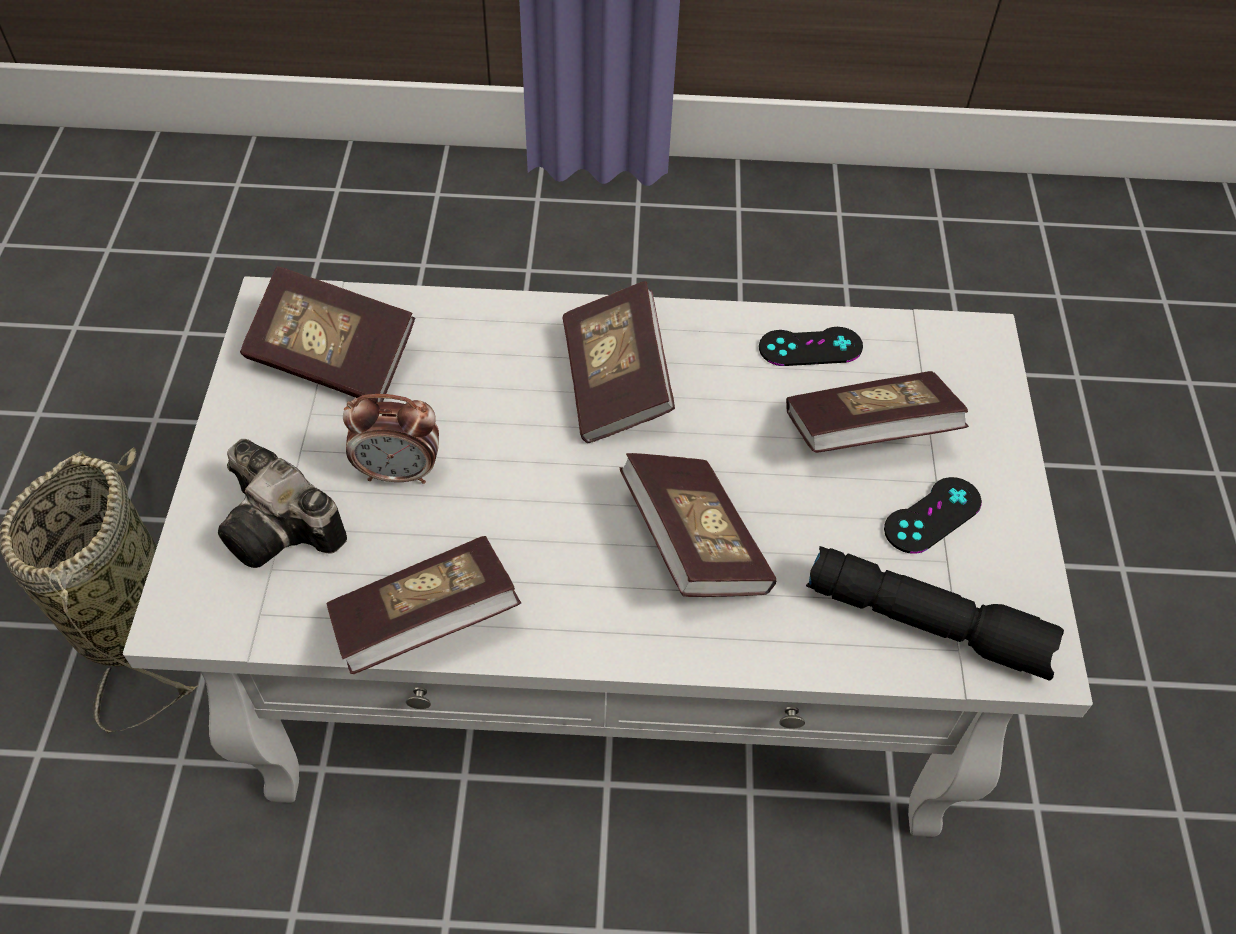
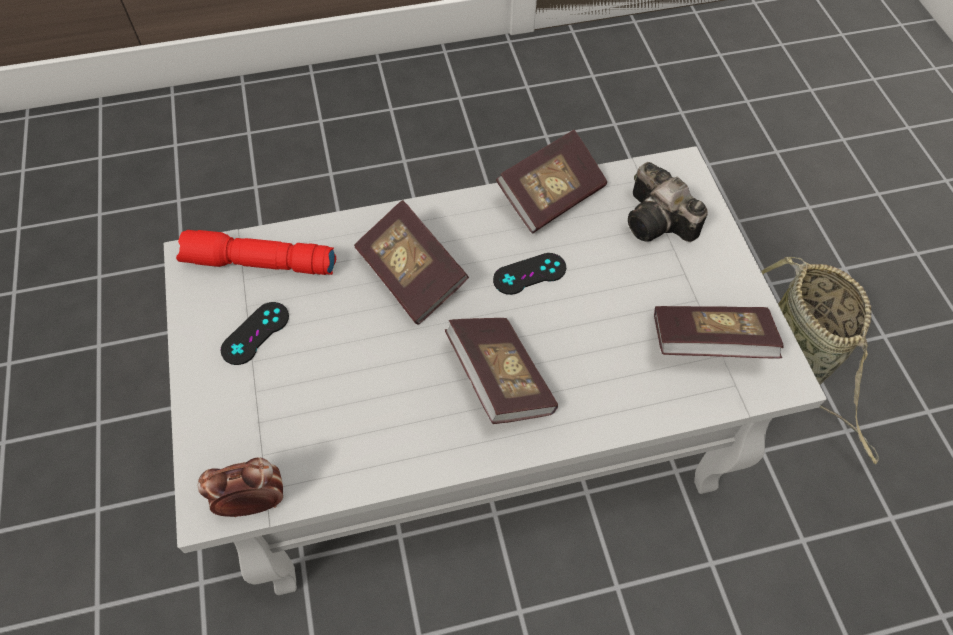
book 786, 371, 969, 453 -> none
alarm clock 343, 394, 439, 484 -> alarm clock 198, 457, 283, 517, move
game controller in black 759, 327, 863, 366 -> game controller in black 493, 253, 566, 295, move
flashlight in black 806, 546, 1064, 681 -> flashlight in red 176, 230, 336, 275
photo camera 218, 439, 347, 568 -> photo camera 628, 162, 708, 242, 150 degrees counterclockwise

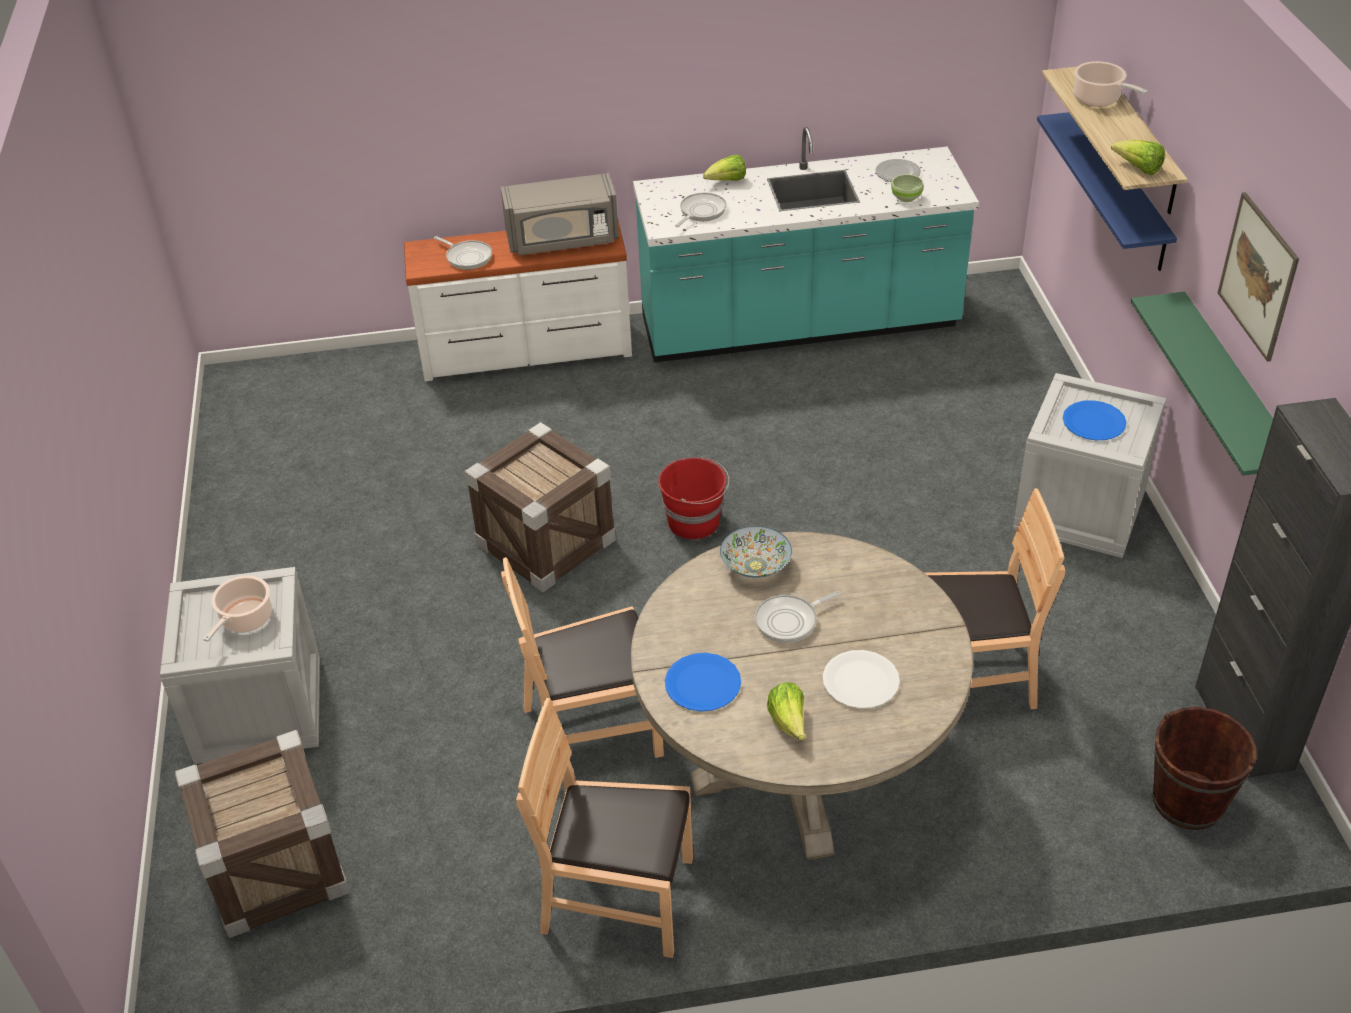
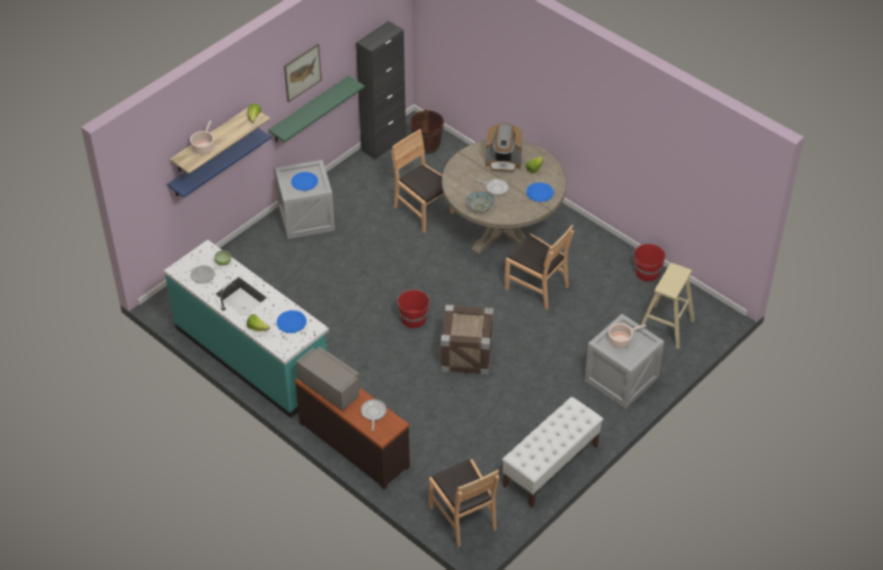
none -> bench in white 502, 397, 603, 508
none -> bucket in red 633, 243, 665, 282
chair in brown 516, 698, 693, 958 -> chair in brown 429, 459, 499, 547, move
crate 175, 730, 350, 938 -> stool in beige 640, 263, 695, 349
frying pan 675, 193, 727, 227 -> plate in blue 276, 310, 307, 333
plate in white 823, 650, 900, 709 -> coffee machine 486, 123, 523, 173
dresser in white 404, 221, 632, 381 -> dresser in brown 295, 378, 410, 489

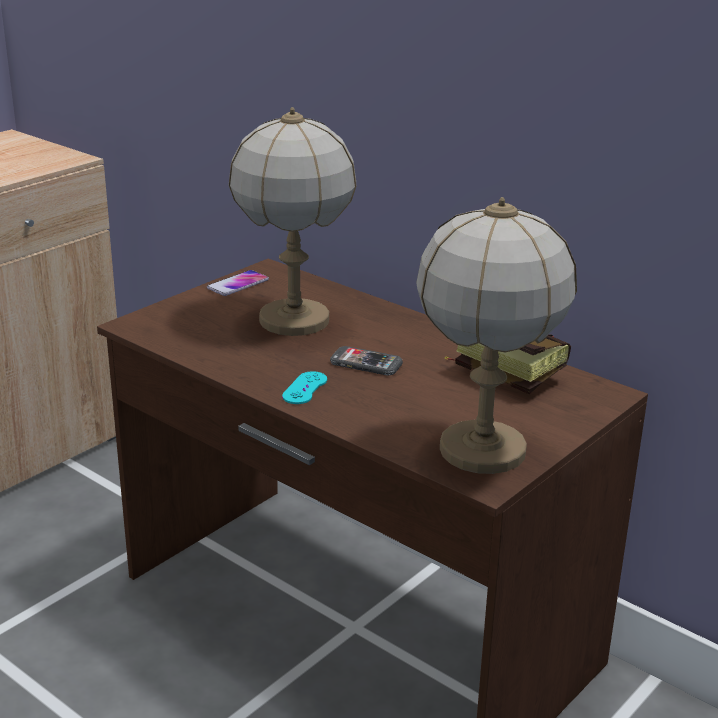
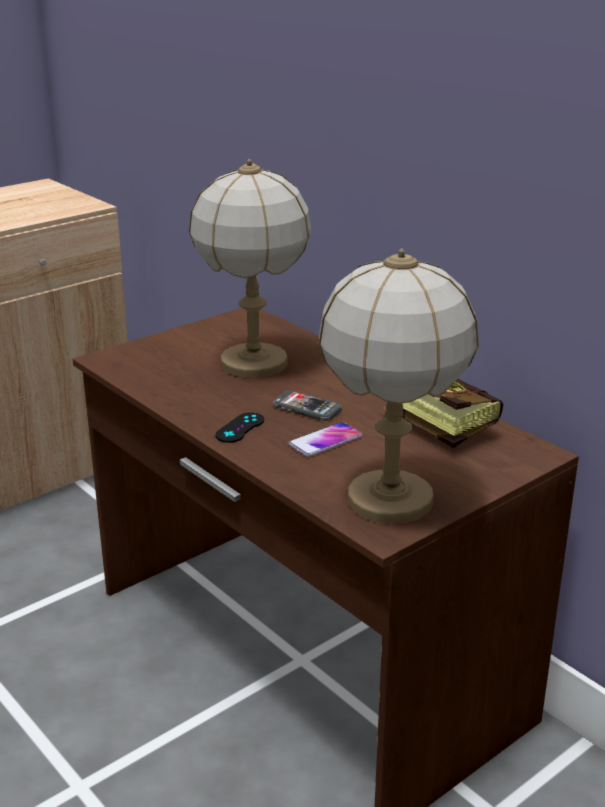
phone 207, 270, 269, 296 -> phone 288, 422, 362, 457, move
game controller in turquoise 282, 371, 327, 404 -> game controller in black 215, 412, 264, 443

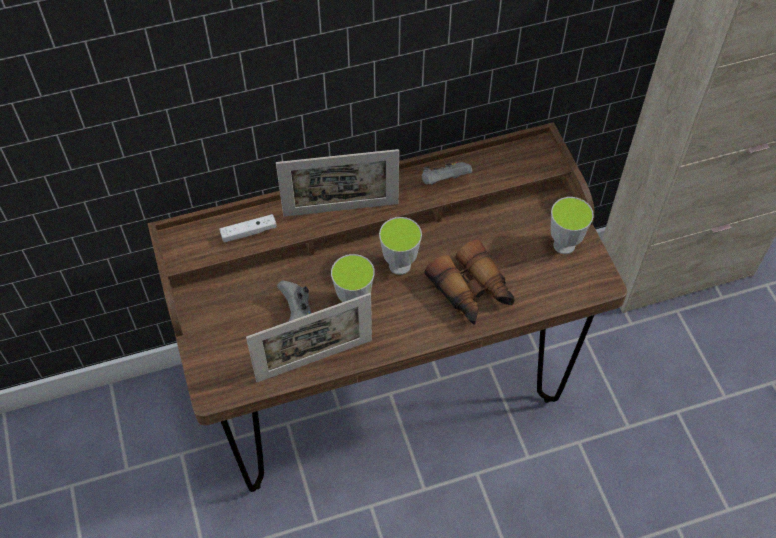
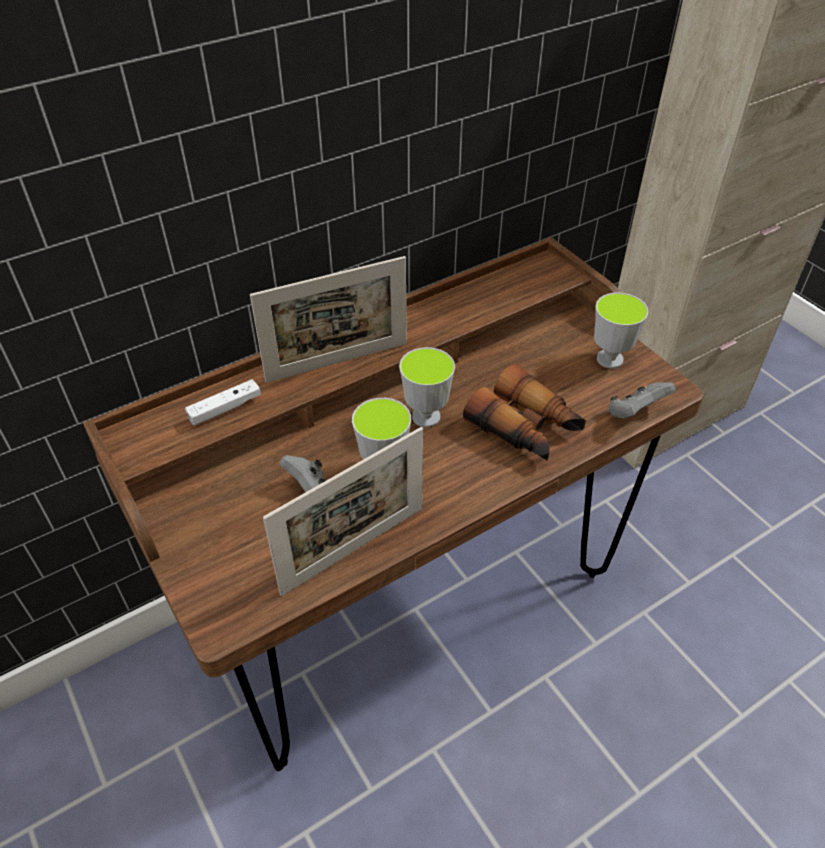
game controller in grey 422, 162, 472, 185 -> game controller in grey 608, 382, 676, 419, move

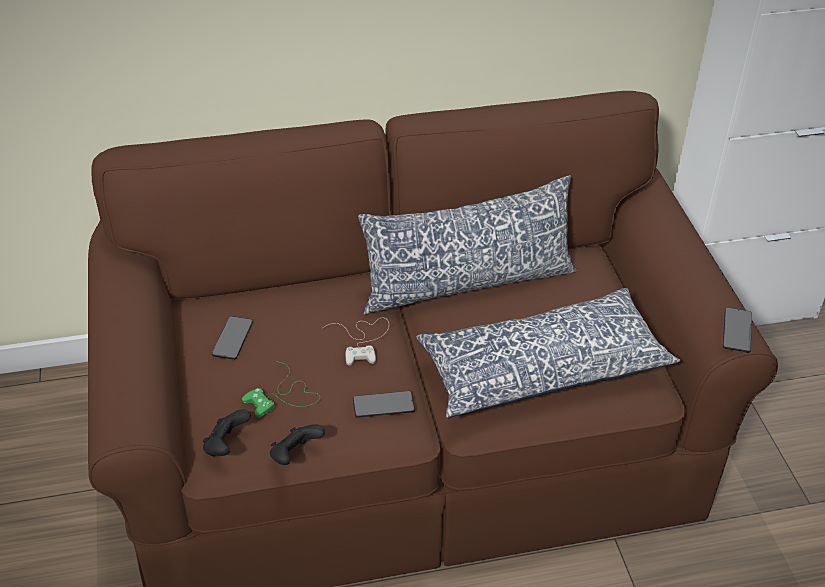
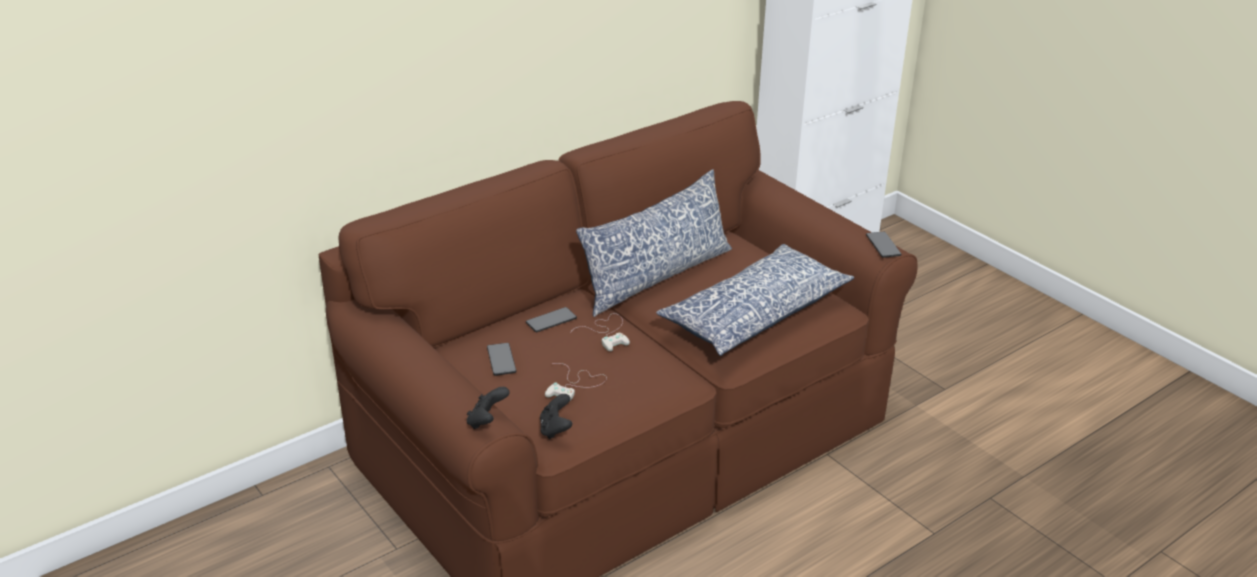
game controller in black 270, 424, 325, 465 -> game controller in black 467, 387, 510, 429, move
phone 353, 391, 415, 418 -> phone 526, 307, 577, 332, move
game controller in green 242, 361, 320, 417 -> game controller in white 545, 363, 607, 403

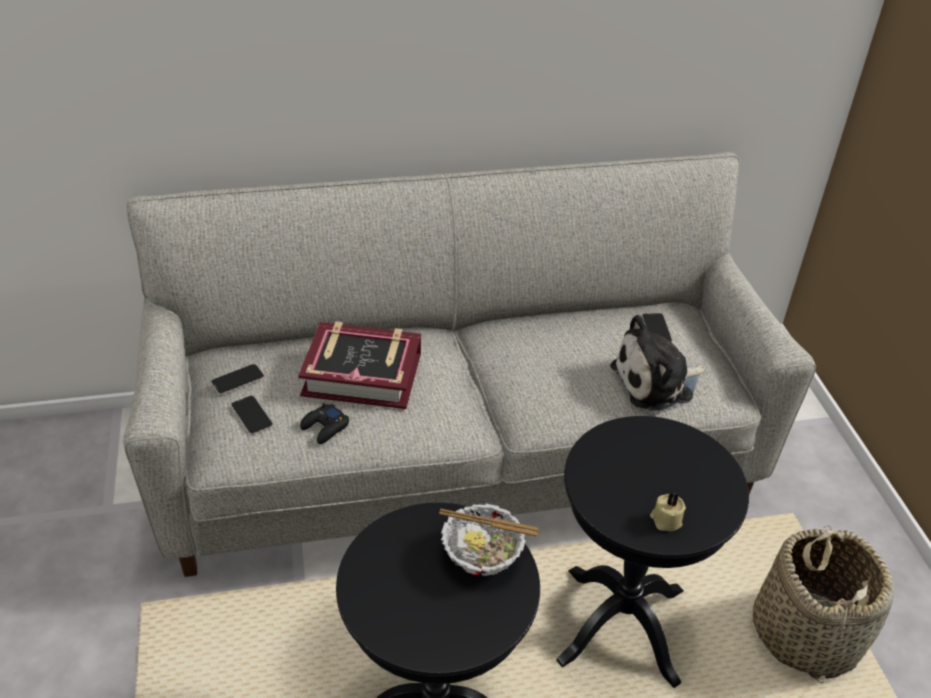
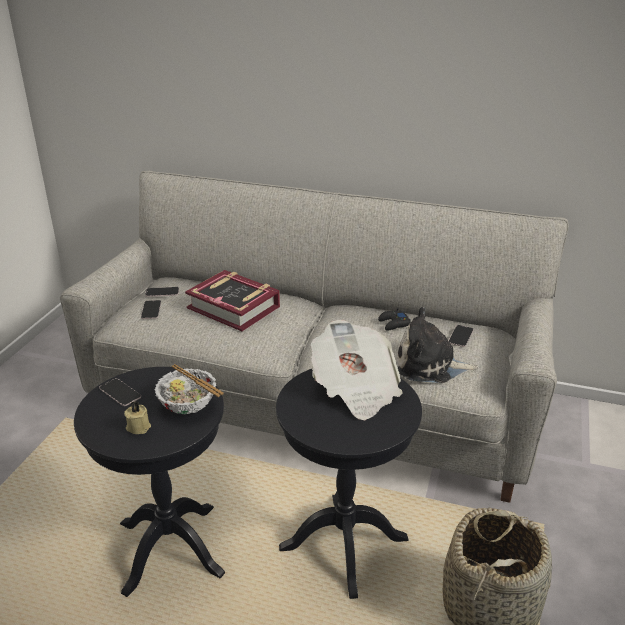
none -> phone 99, 378, 141, 406
none -> newspaper 311, 320, 403, 420
game controller in black 300, 403, 349, 444 -> game controller in black 378, 308, 411, 331, move
candle in beige 650, 493, 686, 531 -> candle in beige 124, 401, 151, 434, move

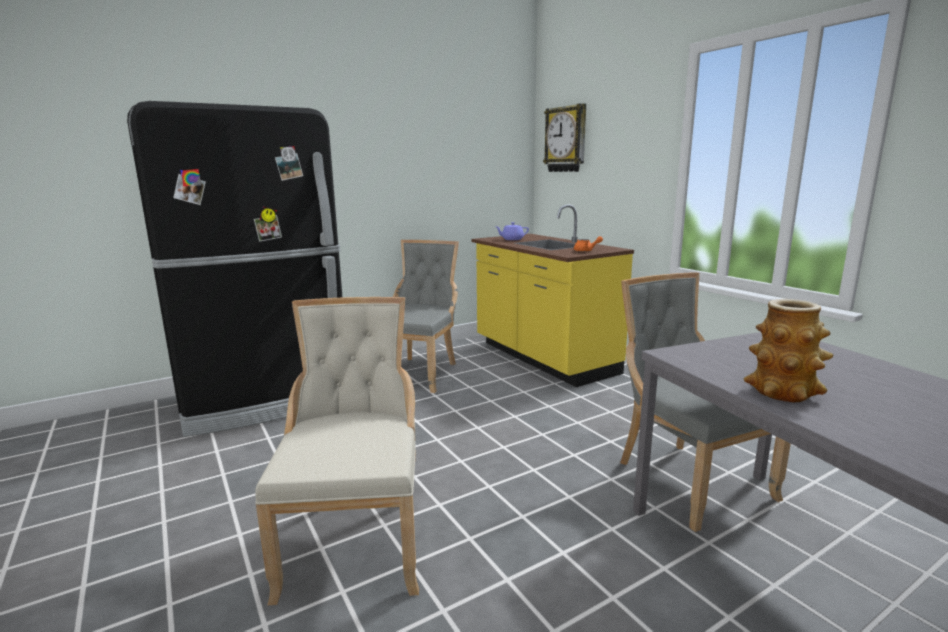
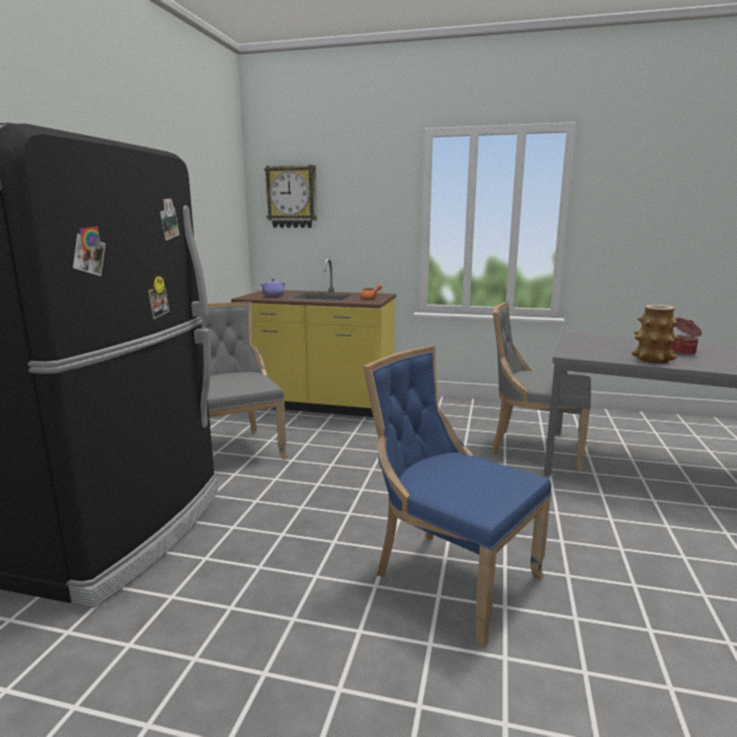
none -> cooking pot 671, 318, 702, 355
chair in beige 255, 297, 419, 605 -> chair in blue 363, 346, 552, 648

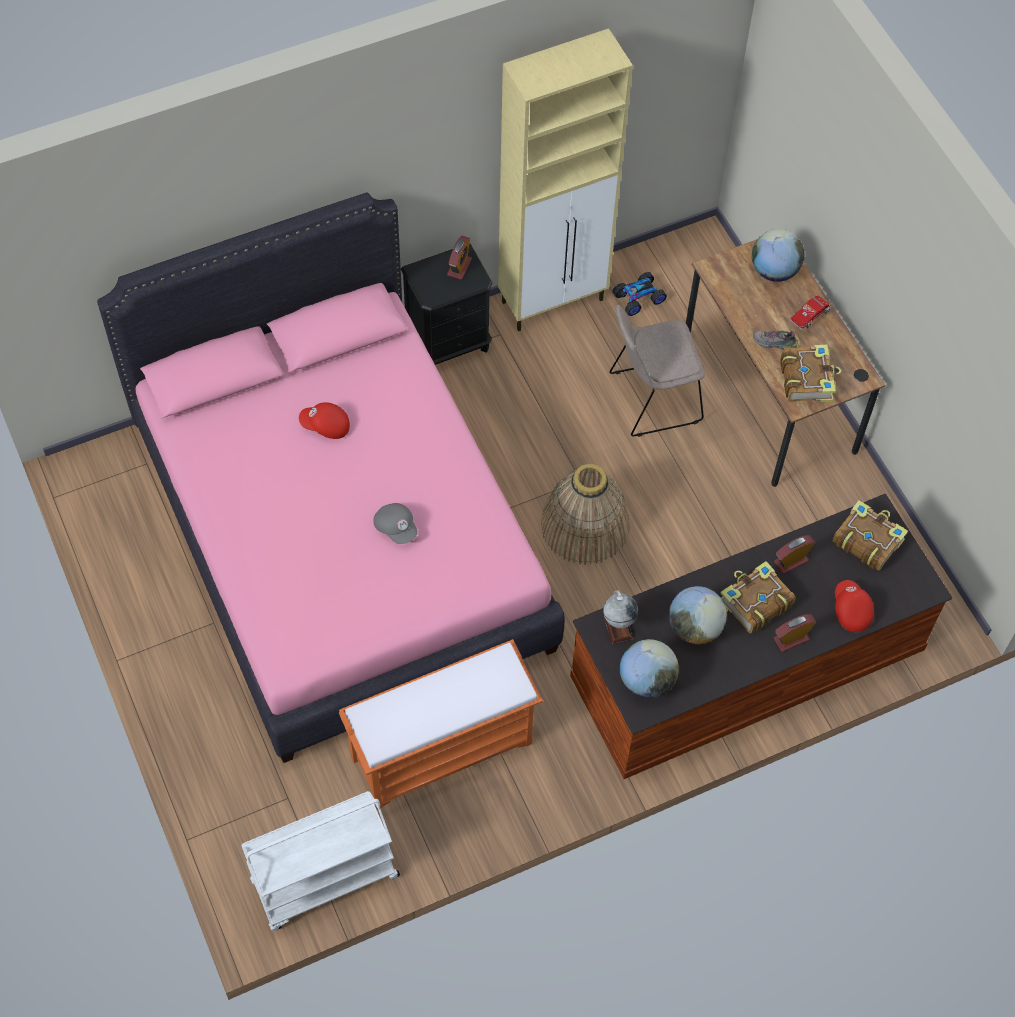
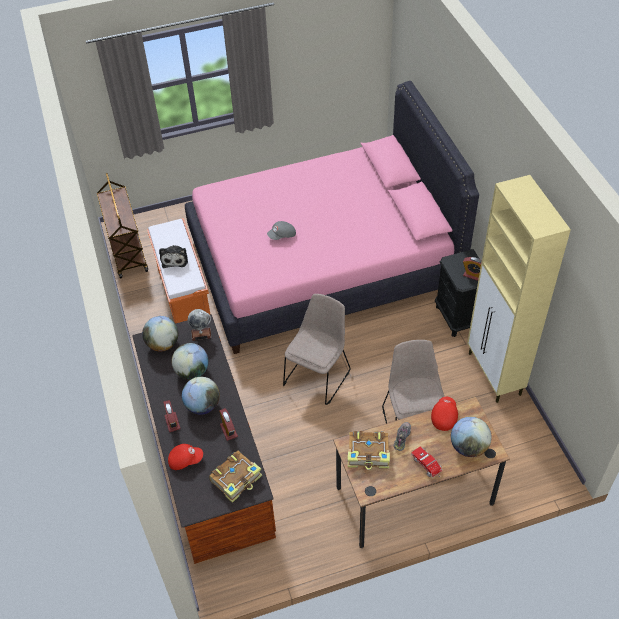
toy car 613, 272, 667, 316 -> none
none -> plush toy 159, 245, 188, 268
cap in red 299, 402, 350, 439 -> cap in red 431, 397, 458, 431, move
basket 541, 464, 630, 565 -> chair in beige 283, 294, 351, 405
book 720, 561, 795, 633 -> globe 182, 377, 220, 415
cart in white 241, 791, 400, 931 -> cart in brown 97, 173, 148, 279

